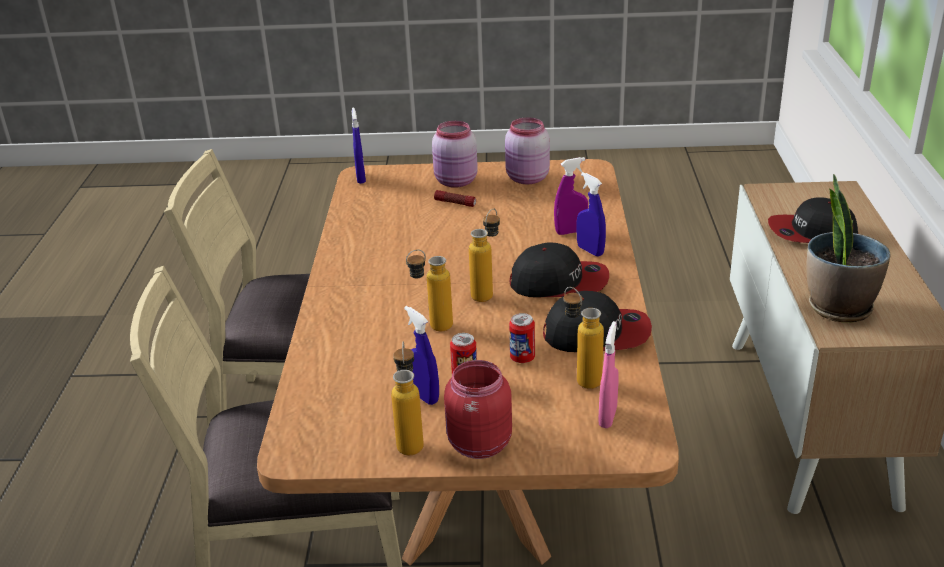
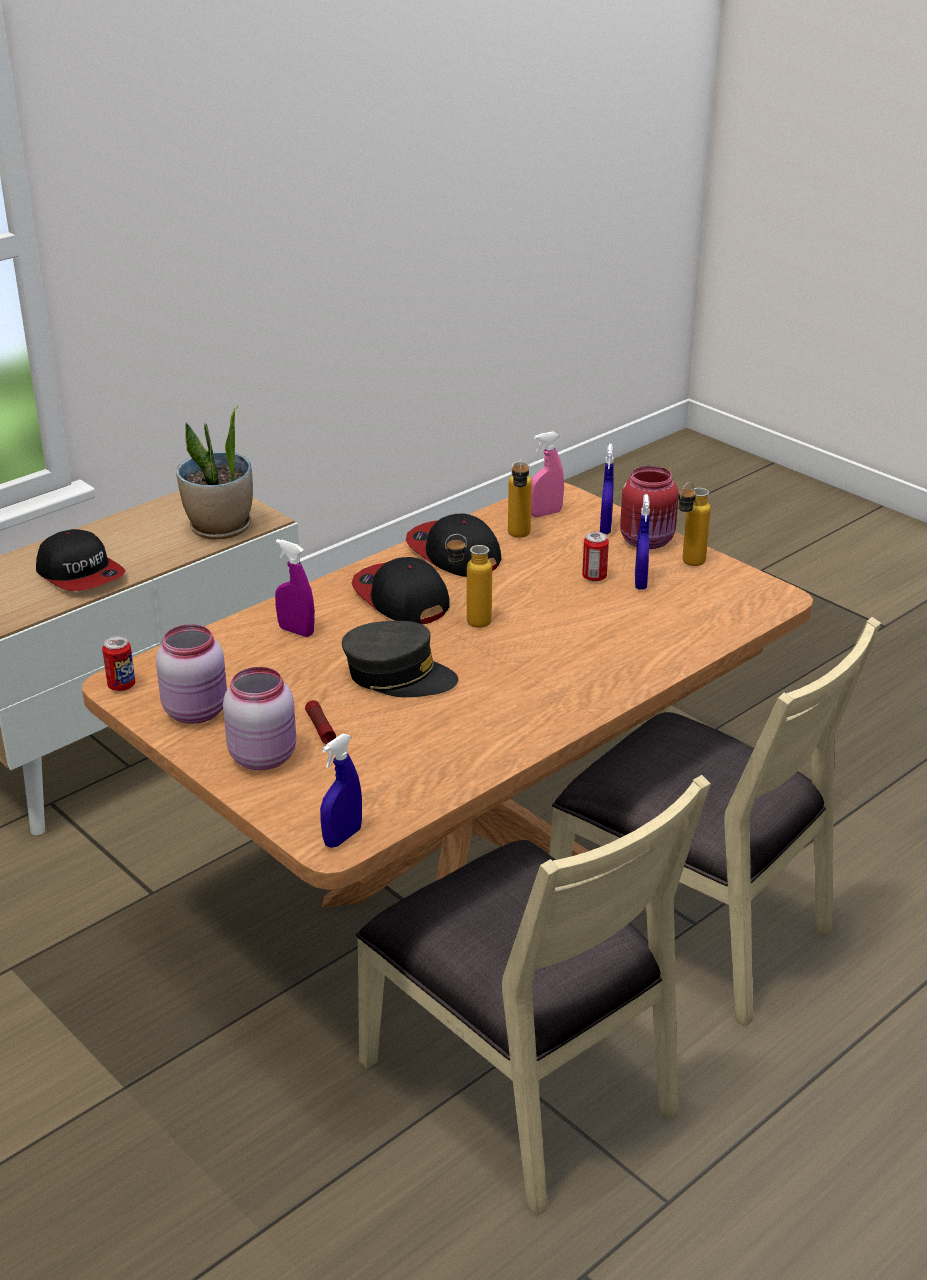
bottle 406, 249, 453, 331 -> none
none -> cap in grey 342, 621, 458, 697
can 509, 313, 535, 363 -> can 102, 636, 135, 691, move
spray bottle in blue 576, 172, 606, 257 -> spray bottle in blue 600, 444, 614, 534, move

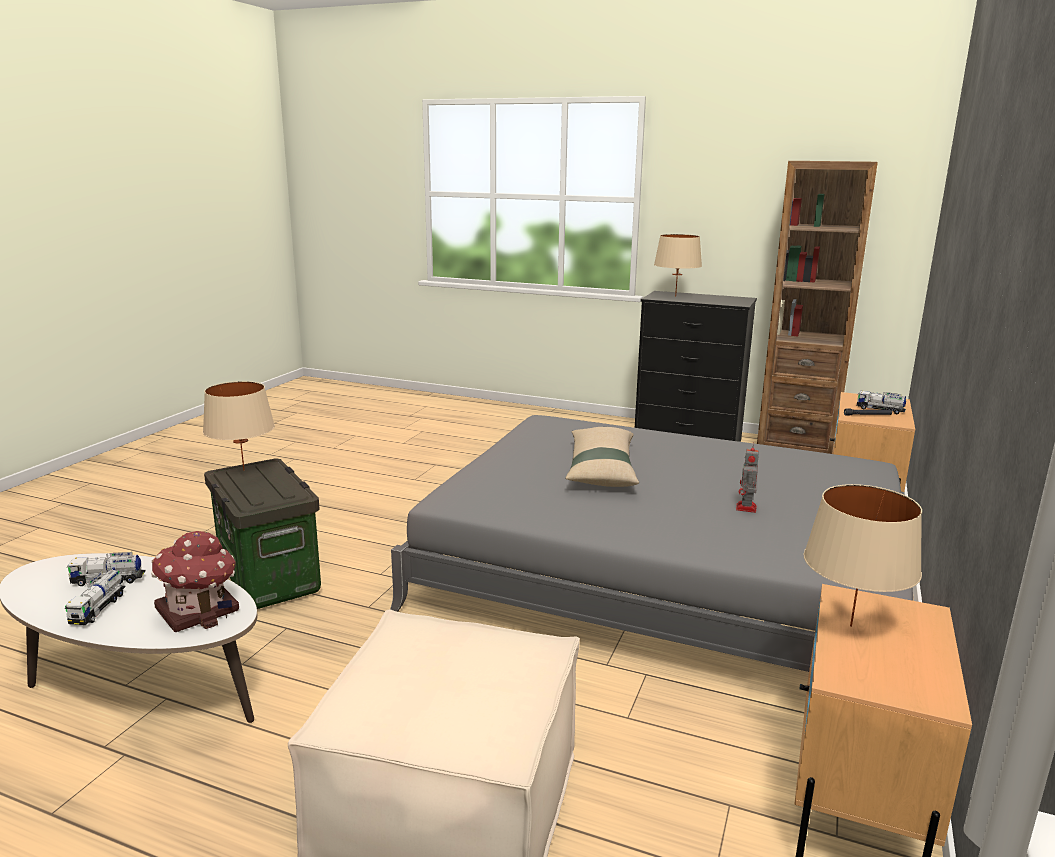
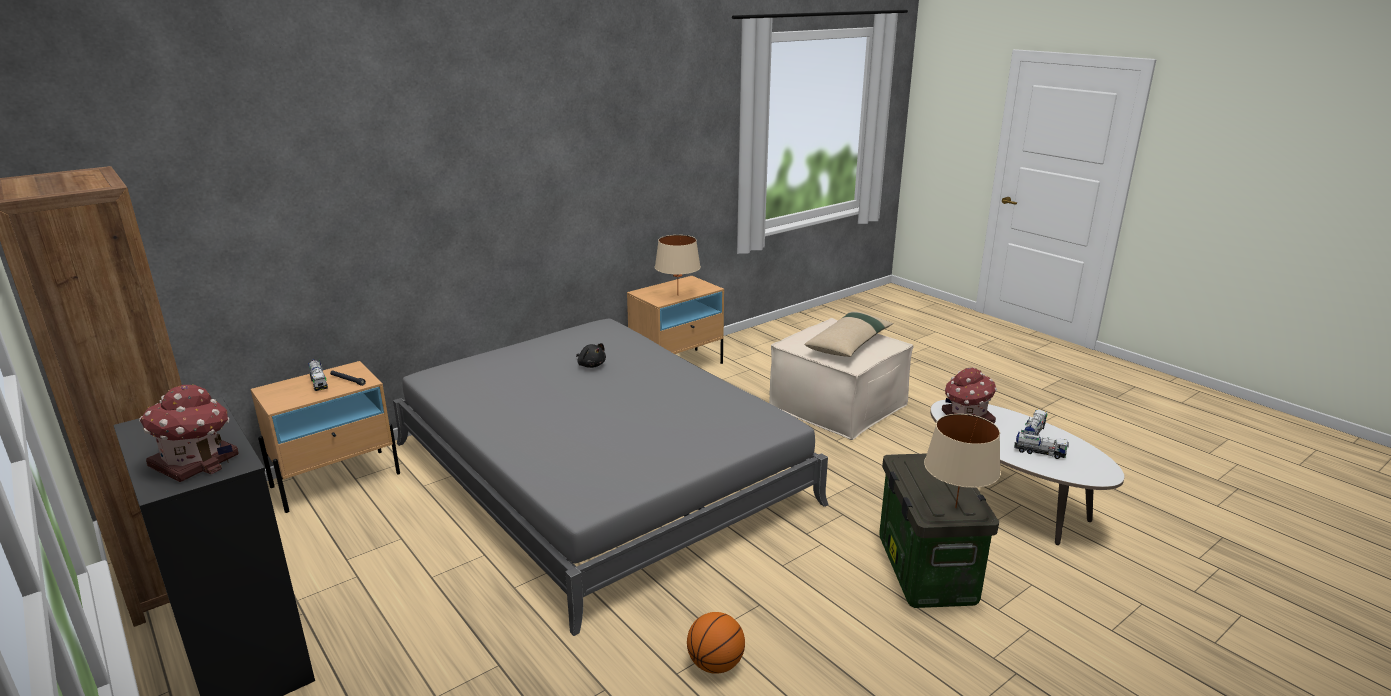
none -> basketball 687, 612, 745, 674
pillow in beige 566, 427, 639, 487 -> pillow in beige 804, 312, 893, 357, move
table lamp in beige 654, 234, 702, 297 -> toy house 139, 384, 239, 482
toy robot 736, 442, 759, 513 -> plush toy in black 576, 343, 606, 368

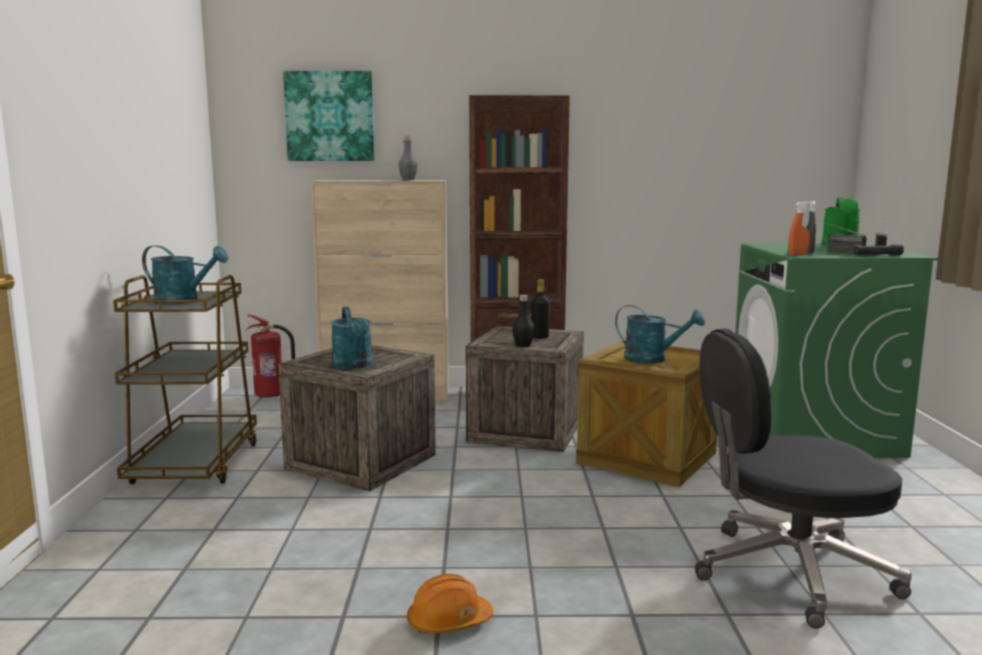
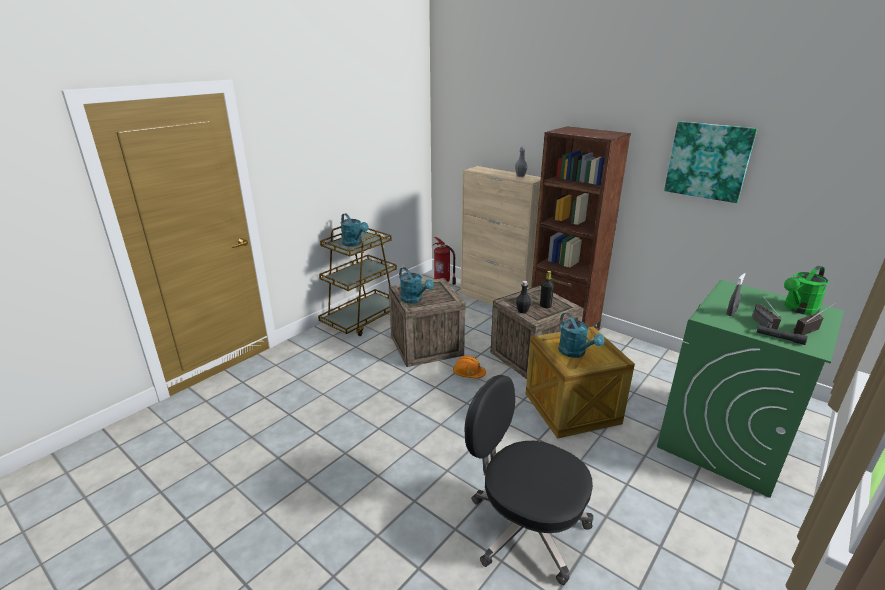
spray bottle in orange 789, 202, 810, 255 -> none
picture 283, 71, 375, 161 -> picture 664, 121, 757, 203, move
hard hat in orange 407, 574, 493, 633 -> hard hat in orange 453, 356, 486, 378, move
watering can in turquoise 331, 307, 373, 369 -> watering can in turquoise 399, 267, 434, 304, 60 degrees counterclockwise

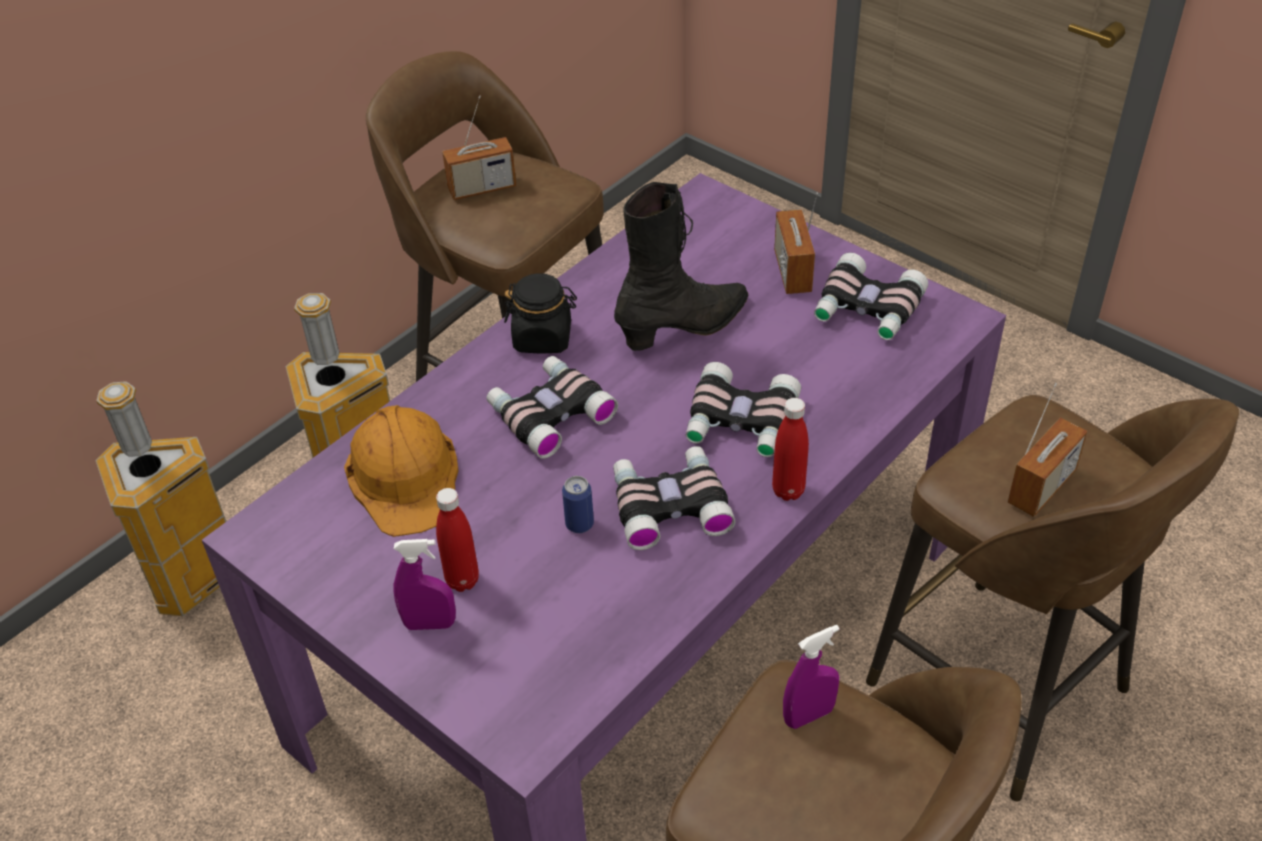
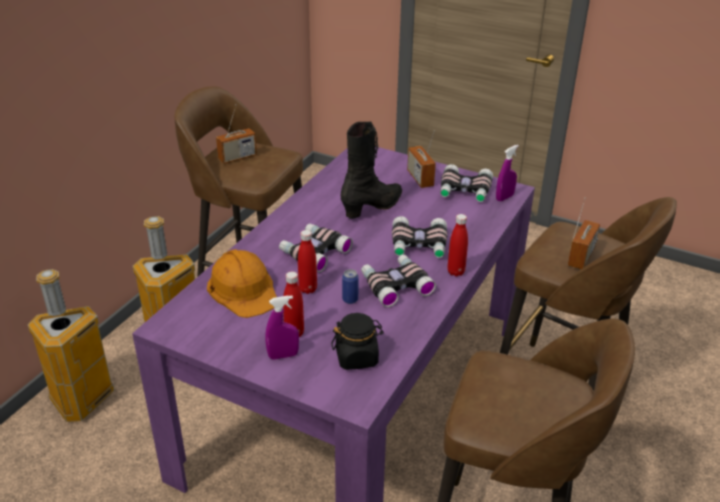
none -> bottle in red 298, 230, 317, 294
jar in black 504, 273, 577, 354 -> jar in black 331, 313, 384, 370, move
spray bottle in purple 783, 625, 839, 729 -> spray bottle in purple 496, 145, 519, 201, move

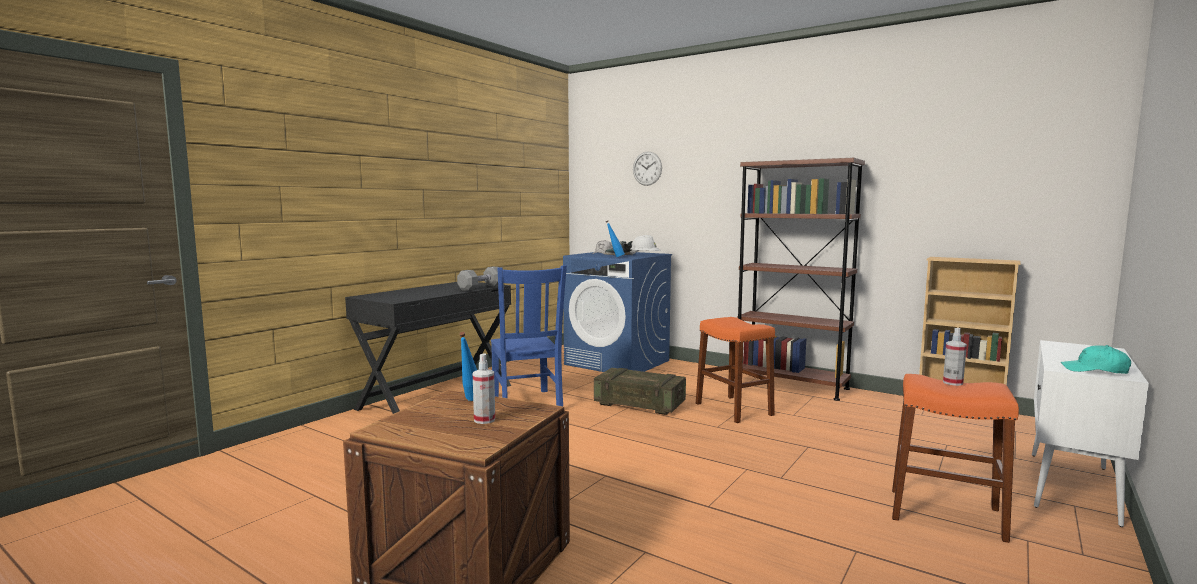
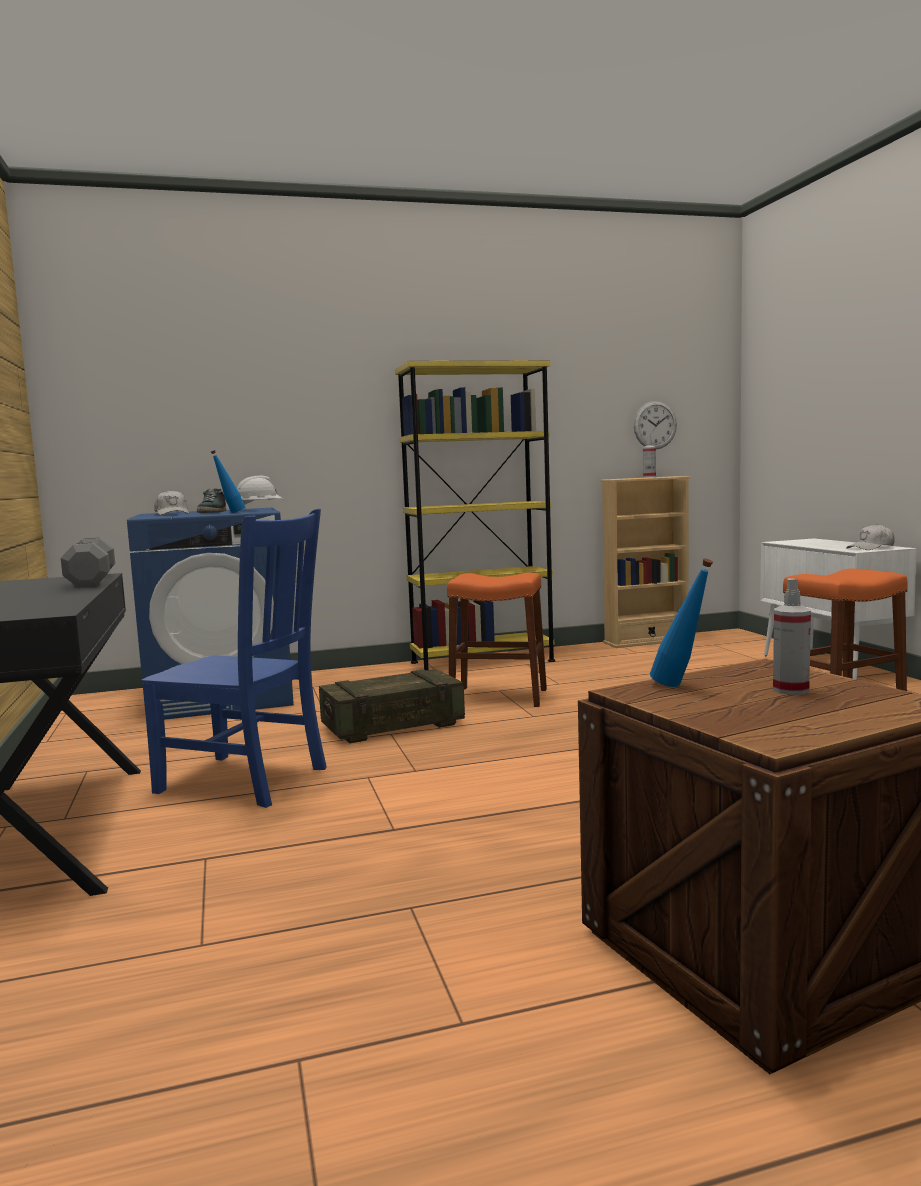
wall clock 633, 151, 662, 186 -> wall clock 634, 401, 677, 449, move
spray bottle 943, 328, 967, 386 -> spray bottle 643, 436, 656, 478, move
bookcase in brown 737, 158, 865, 401 -> bookcase in yellow 395, 360, 555, 670
cap in turquoise 1060, 345, 1131, 374 -> cap in white 846, 524, 895, 550

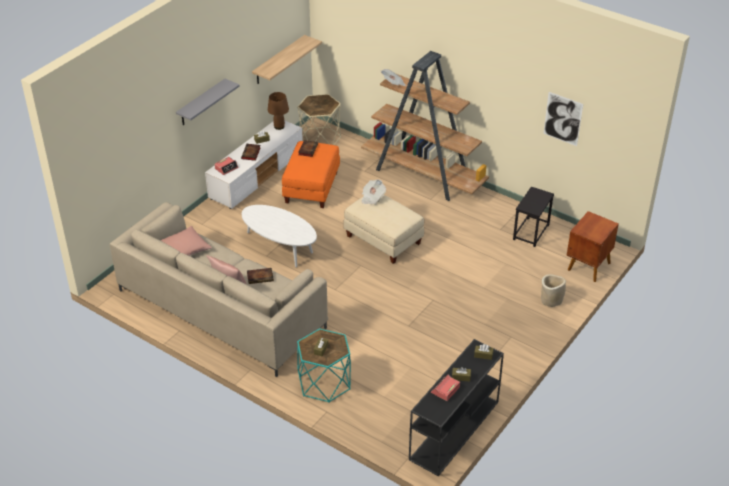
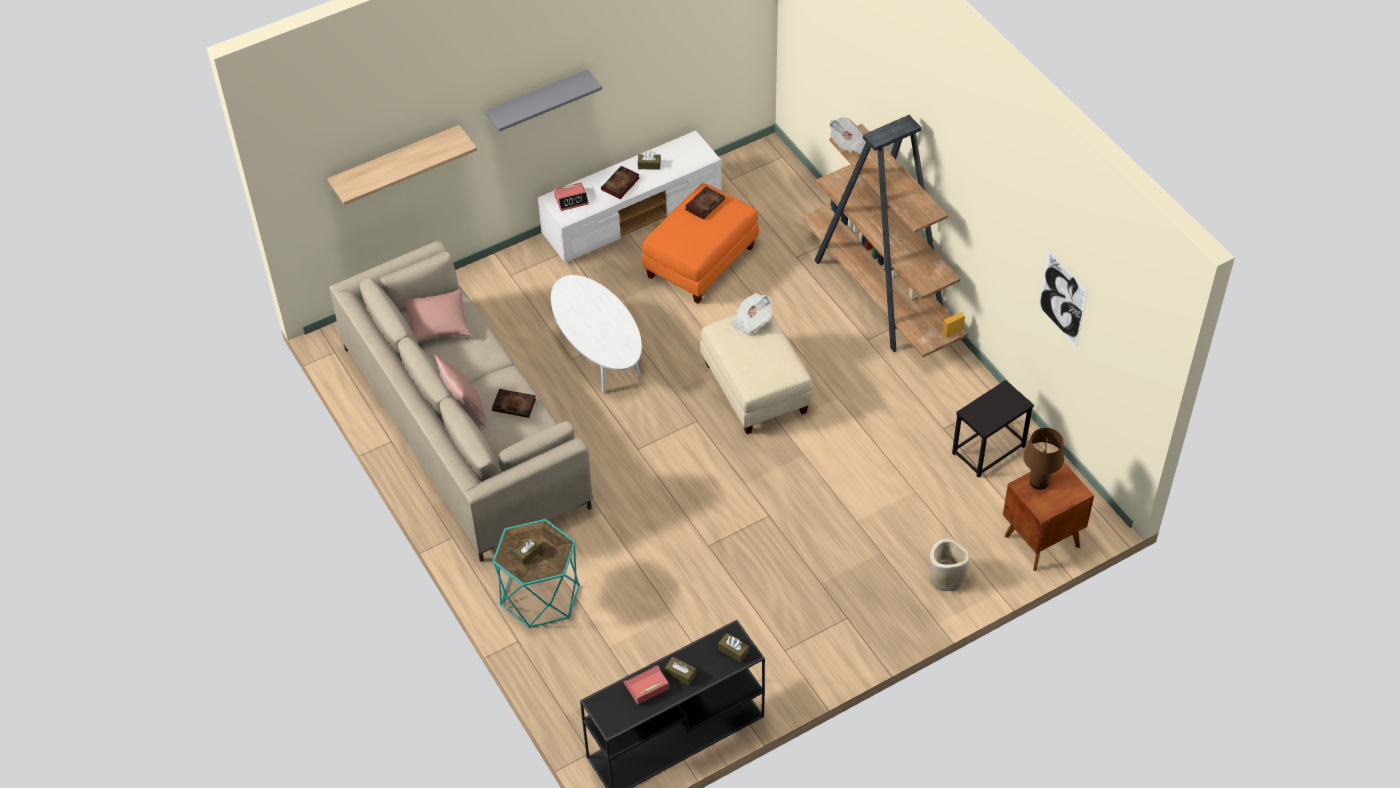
side table in beige 297, 94, 341, 145 -> none
shelf 252, 35, 322, 84 -> shelf 327, 125, 477, 205, move
table lamp in brown 268, 92, 289, 130 -> table lamp in brown 1023, 428, 1064, 489, move

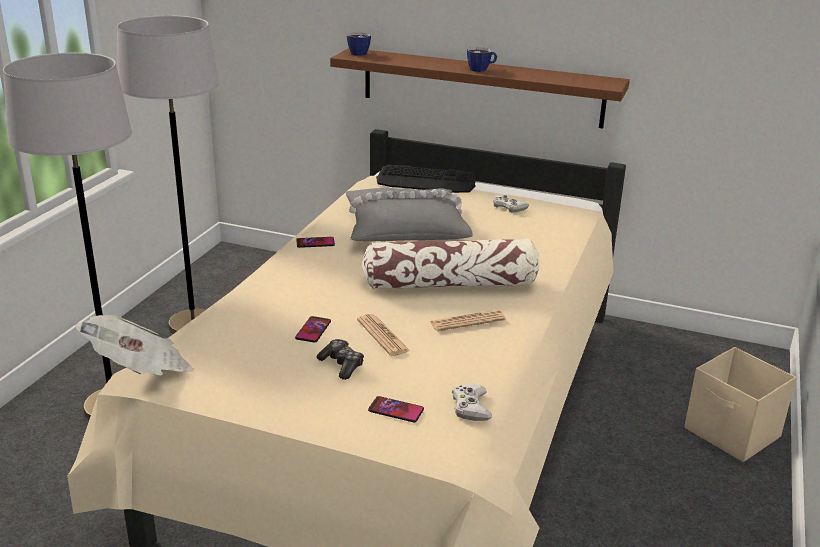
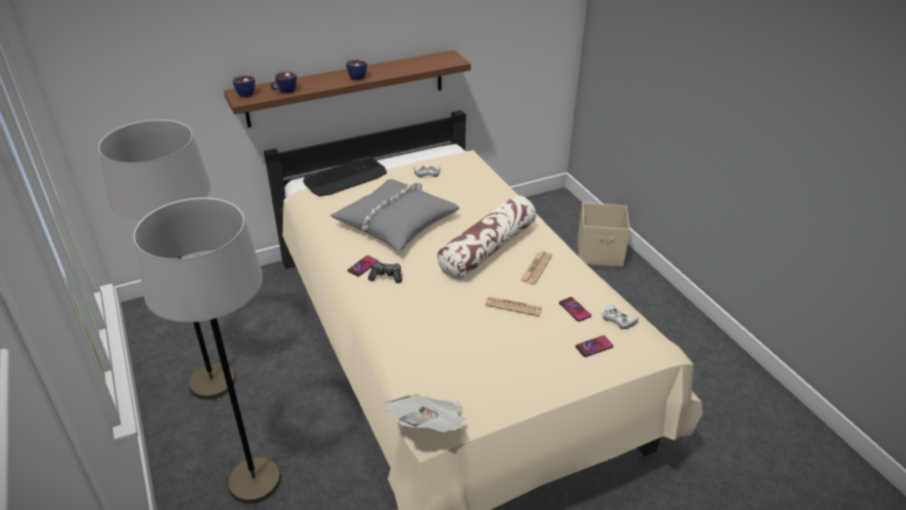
none -> cup 271, 70, 297, 93
phone 295, 316, 331, 343 -> phone 559, 297, 591, 322, move
game controller 317, 339, 364, 380 -> game controller 368, 262, 402, 283, move

